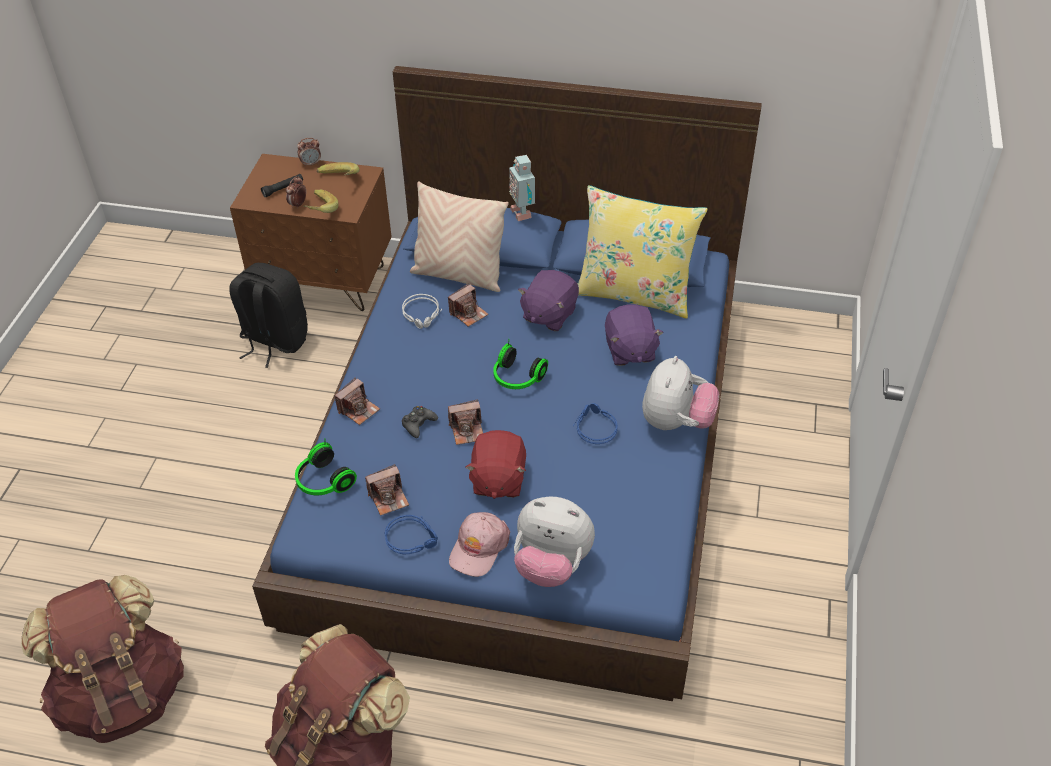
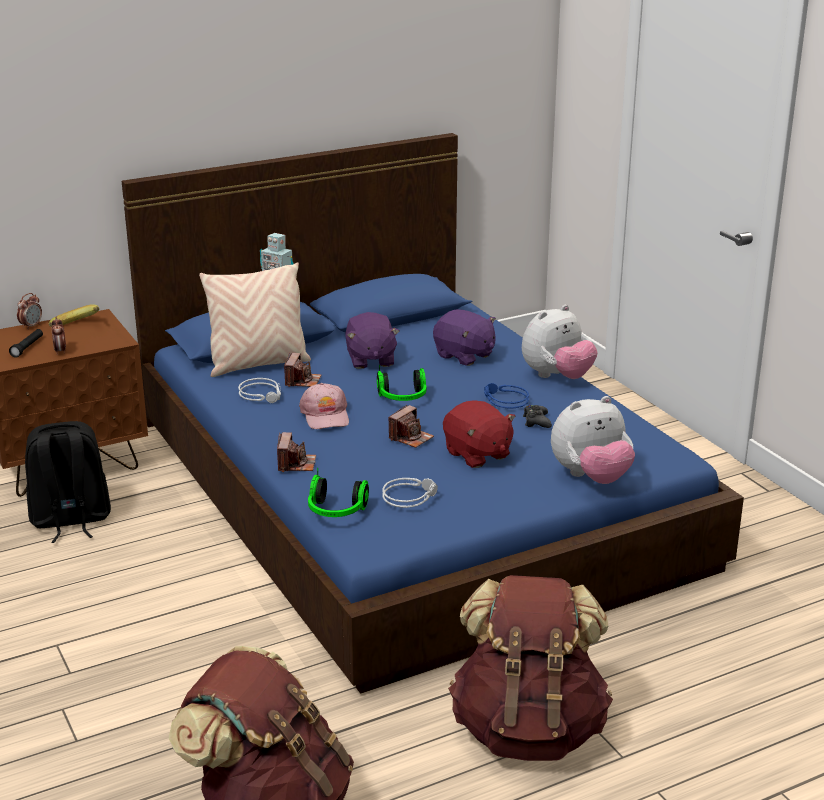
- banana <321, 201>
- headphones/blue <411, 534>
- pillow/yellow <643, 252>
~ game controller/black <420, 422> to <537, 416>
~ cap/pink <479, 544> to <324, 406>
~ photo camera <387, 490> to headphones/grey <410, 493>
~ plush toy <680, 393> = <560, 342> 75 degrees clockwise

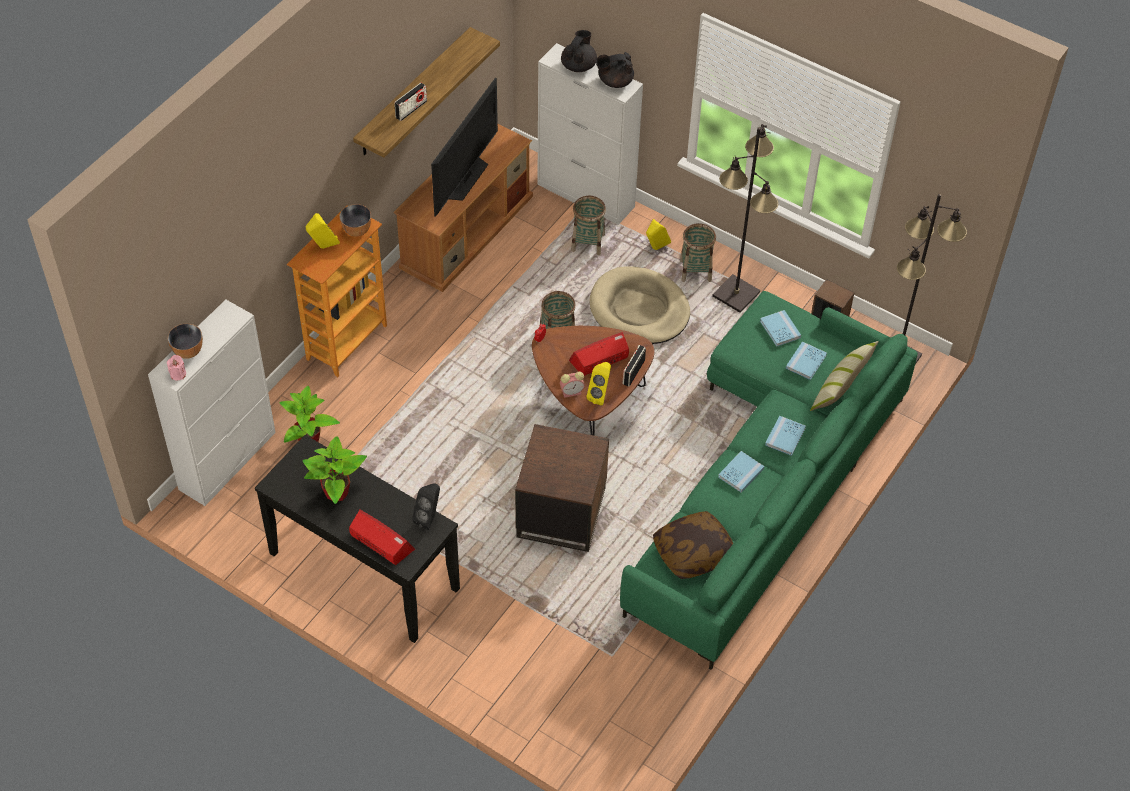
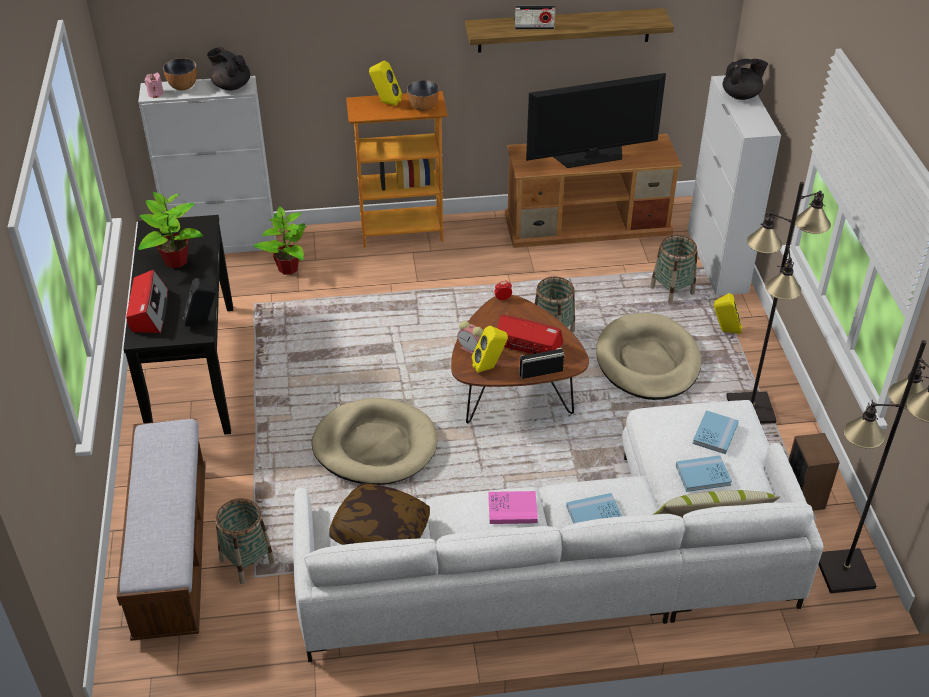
+ bench <161, 530>
~ teapot/black <615, 70> to <228, 68>
~ basket <698, 252> to <245, 541>
~ side table/brown <562, 488> to dog bed/beige <374, 441>
~ sofa/green <769, 480> to sofa/white <558, 531>
~ book/blue <741, 472> to book/pink <513, 507>

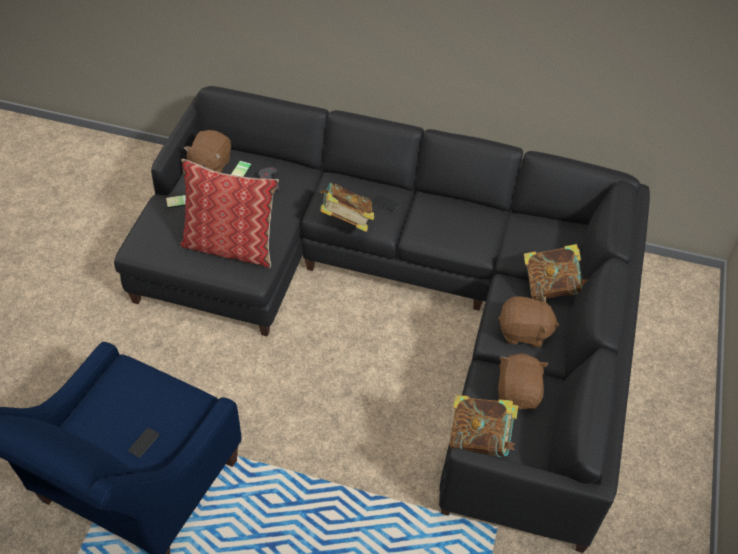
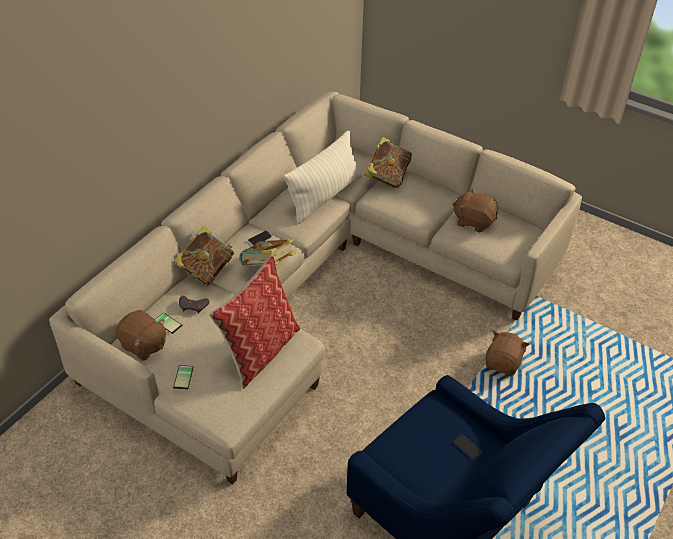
+ pillow/beige <322, 177>
~ book <483, 426> to <204, 256>
~ plush toy/brown <528, 321> to <508, 353>
~ sofa/black <382, 319> to sofa/beige <315, 288>

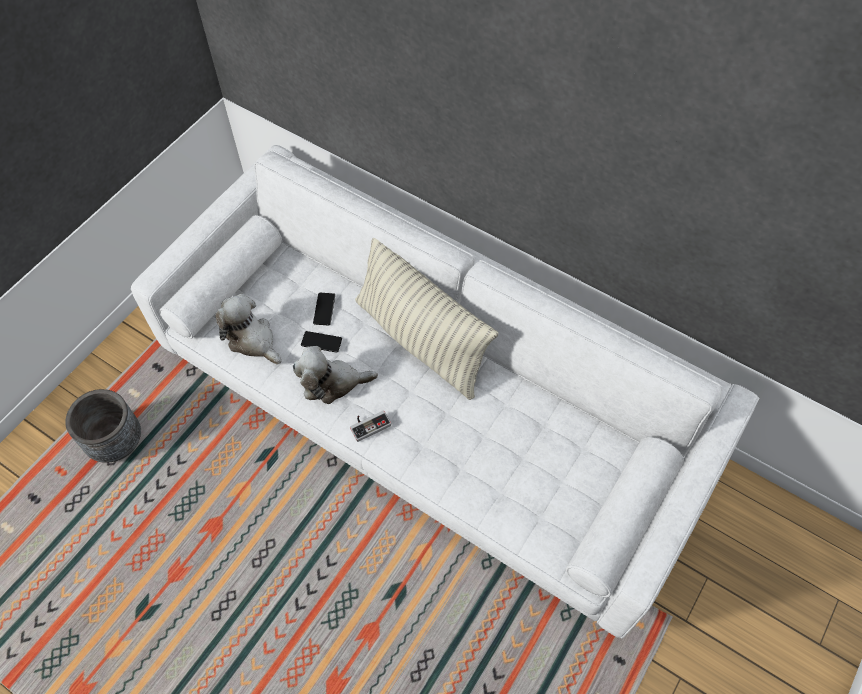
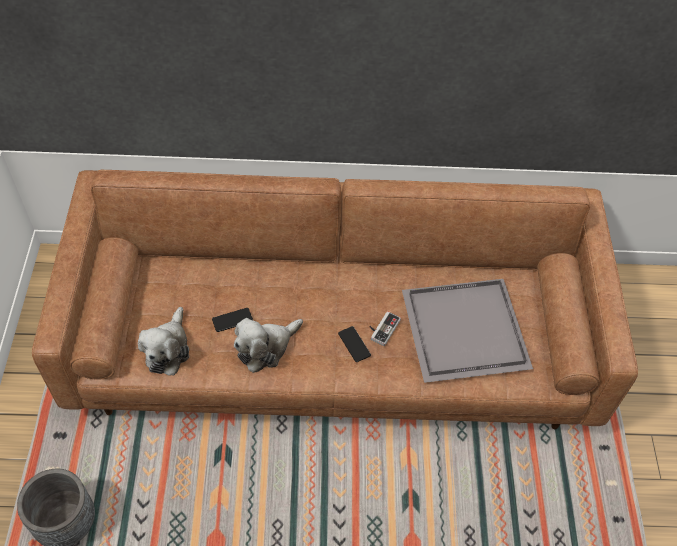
- pillow <426, 319>
+ tray/grey <467, 331>
~ phone <324, 309> to <354, 344>
~ game controller <370, 426> to <385, 328>
~ sofa/white <445, 392> to sofa/brown <335, 299>
~ plush toy <248, 329> = <163, 341> 90 degrees counterclockwise

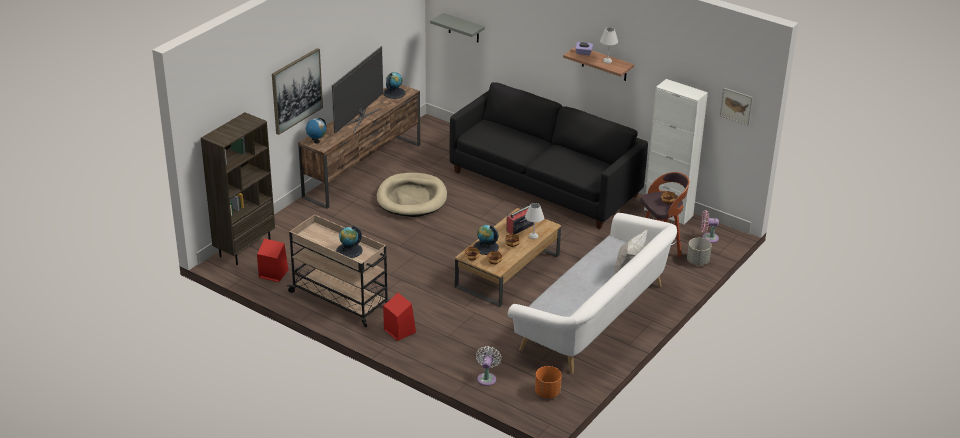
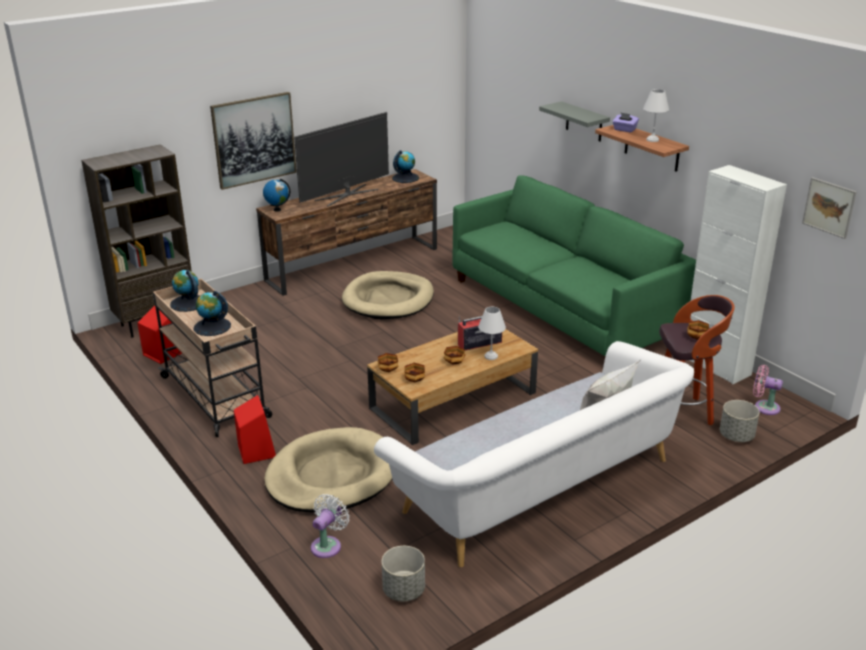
+ dog bed/beige <328, 470>
~ shelf/grey <457, 27> to <574, 121>
~ globe <486, 240> to <185, 291>
~ sofa/black <548, 155> to sofa/green <574, 267>
~ planter/orange <548, 382> to planter/grey <403, 573>

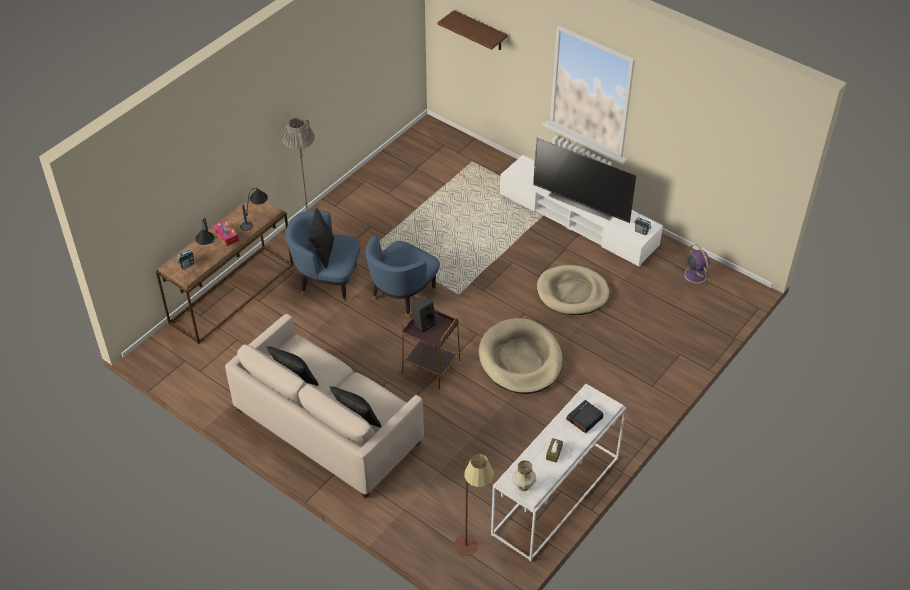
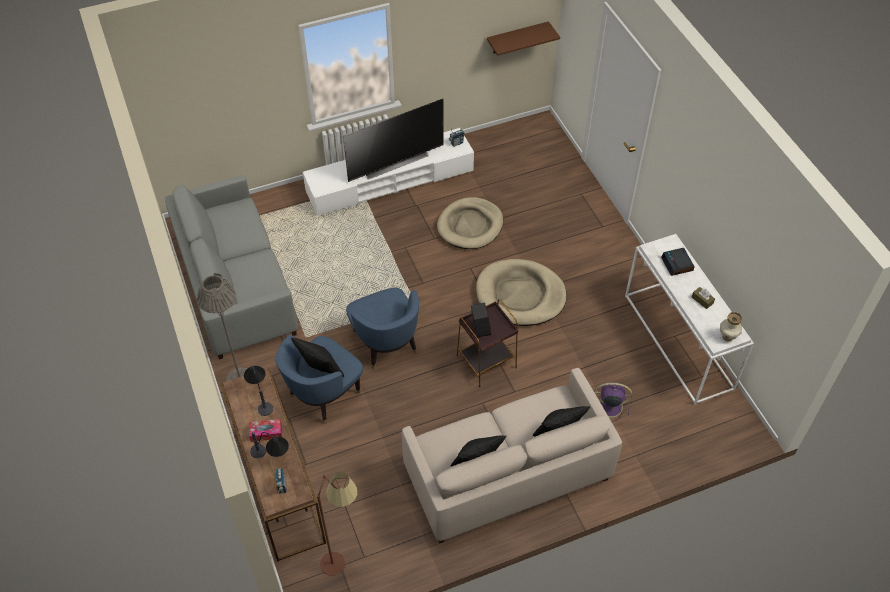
+ sofa/grey <231, 267>
~ shelf/brown <472, 30> to <523, 38>
~ floor lamp/brown <474, 505> to <337, 524>
~ fan/purple <695, 266> to <613, 402>

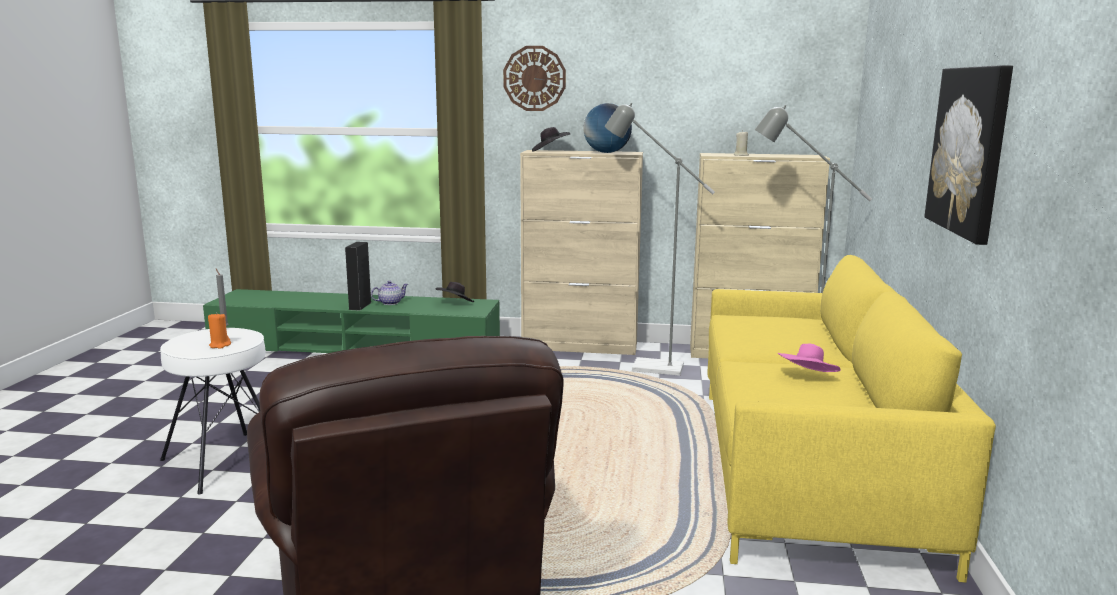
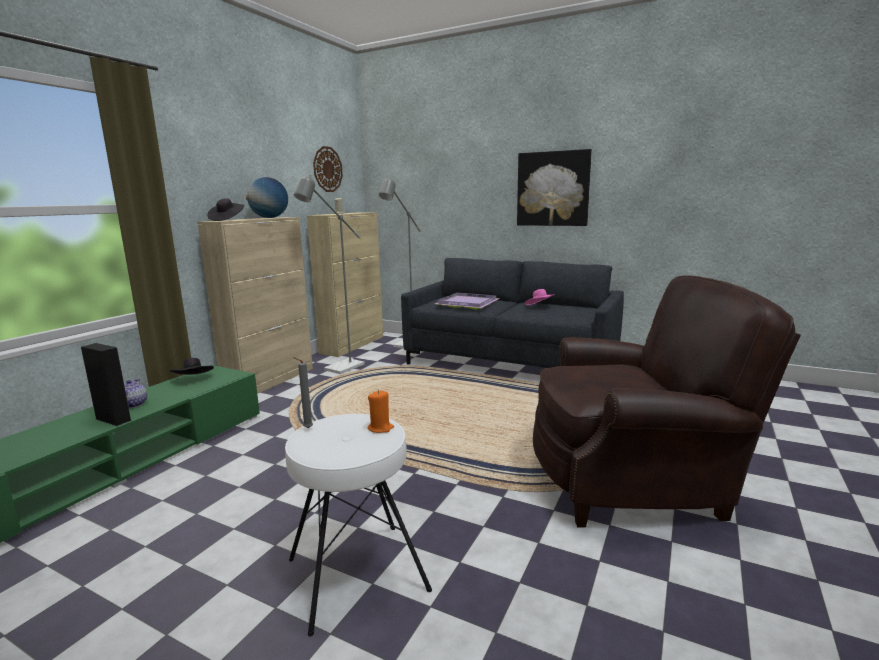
+ tray/purple <467, 301>
~ wall clock <534, 78> to <328, 169>
~ sofa/yellow <851, 419> to sofa/grey <512, 313>

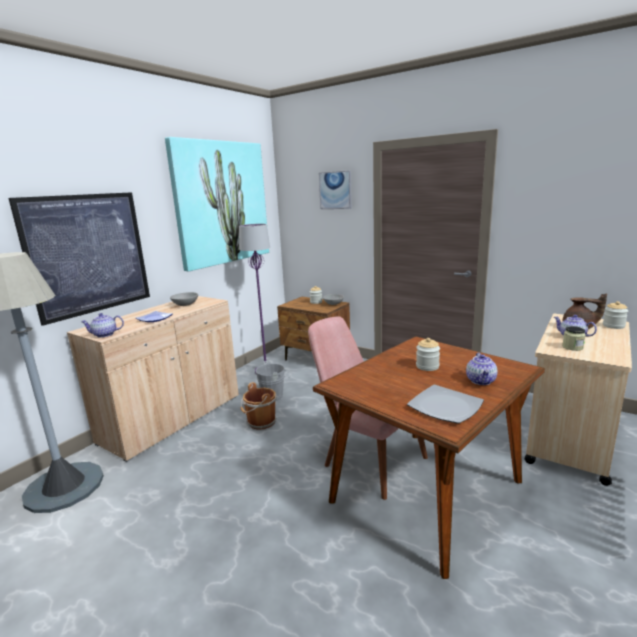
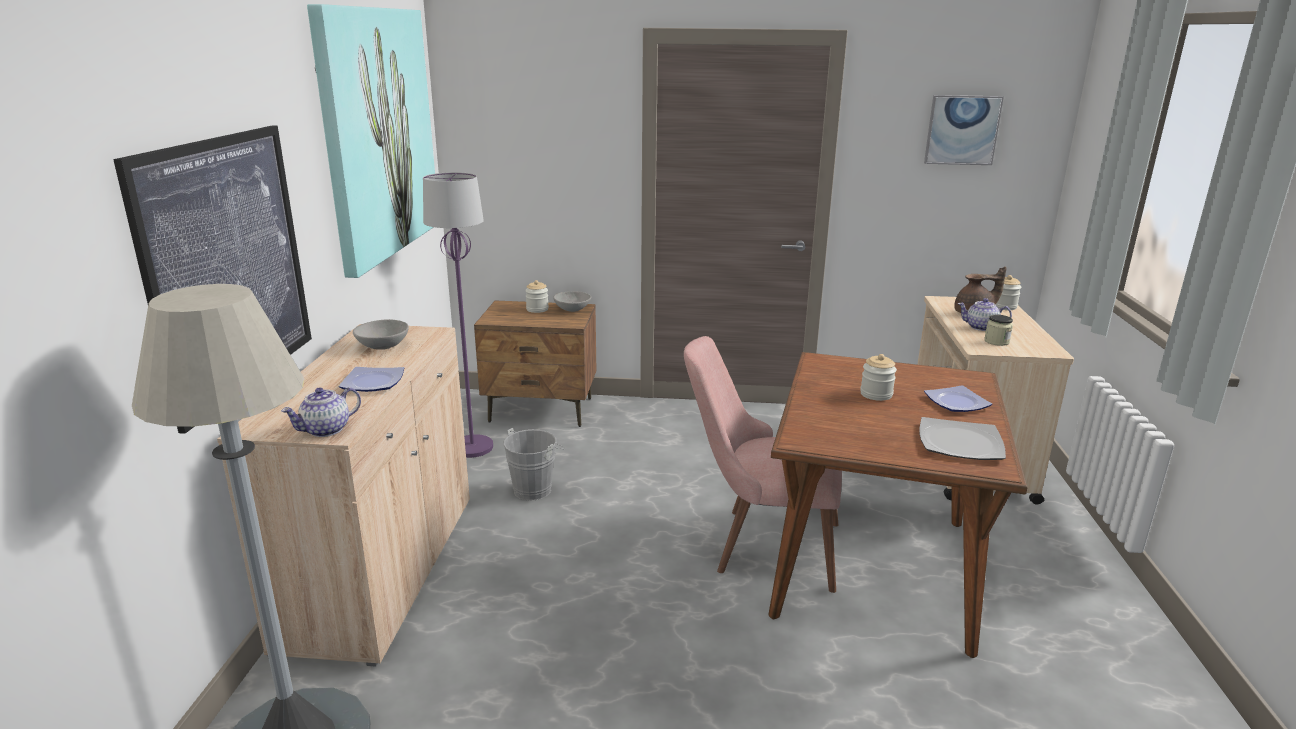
- bucket/brown <259, 406>
~ picture <335, 190> to <964, 130>
~ teapot <482, 368> to plate <958, 399>

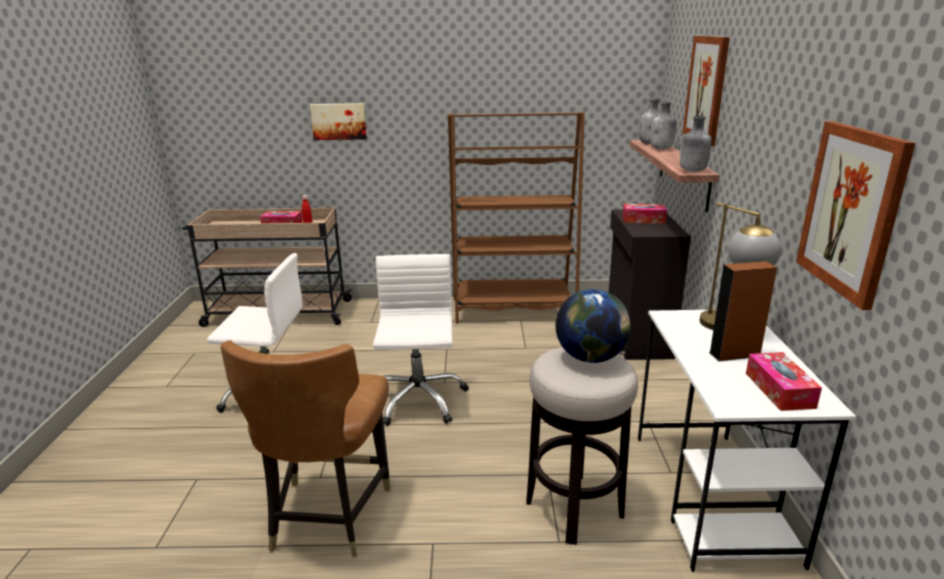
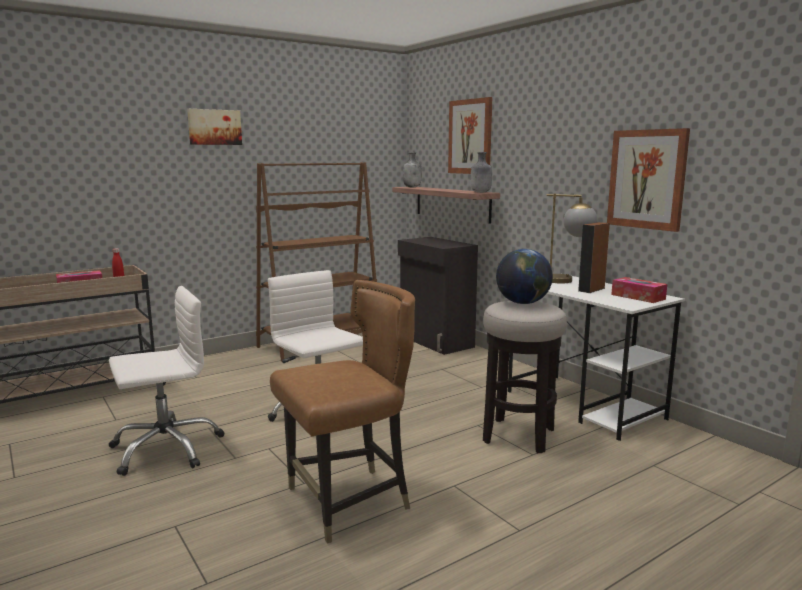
- tissue box <644, 214>
- bottle/grey <663, 125>
~ picture <338, 121> to <214, 127>
~ chair/brown <305, 448> = <342, 411> 90 degrees counterclockwise

